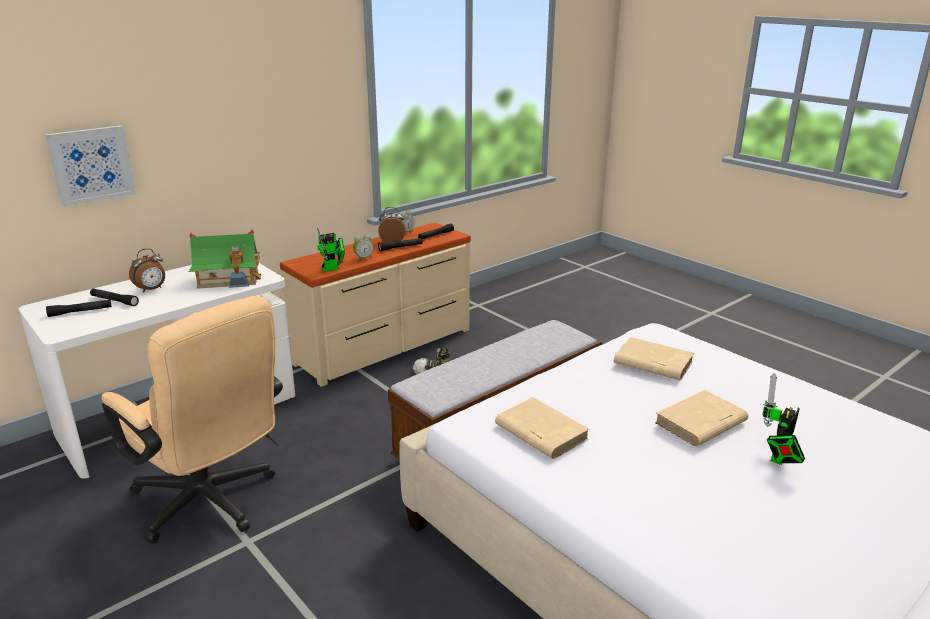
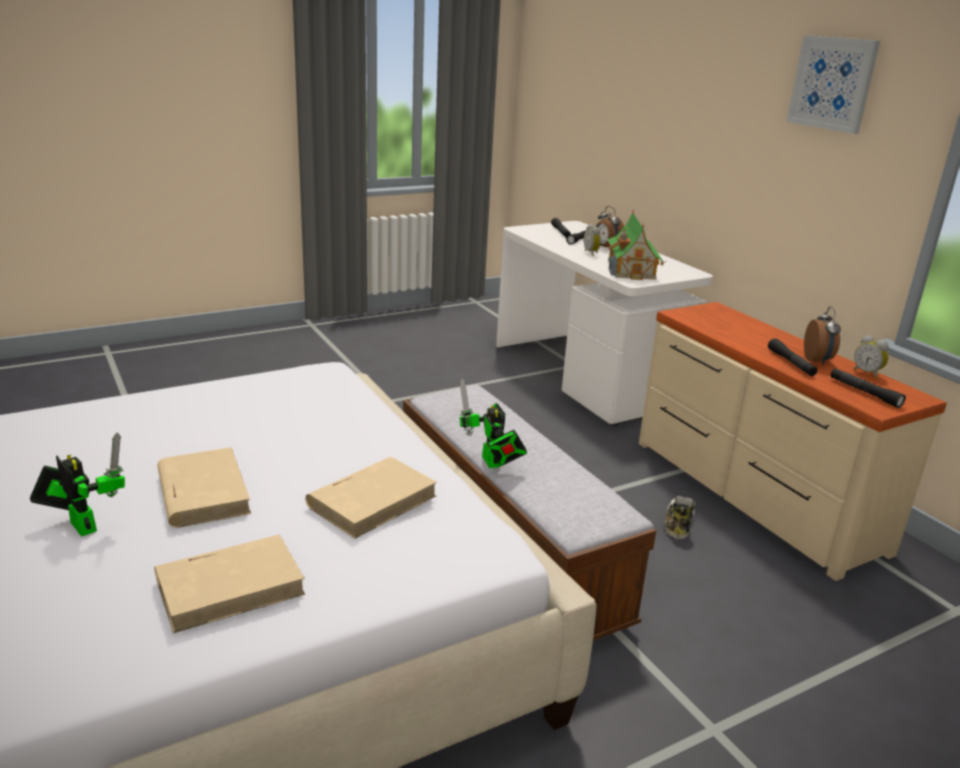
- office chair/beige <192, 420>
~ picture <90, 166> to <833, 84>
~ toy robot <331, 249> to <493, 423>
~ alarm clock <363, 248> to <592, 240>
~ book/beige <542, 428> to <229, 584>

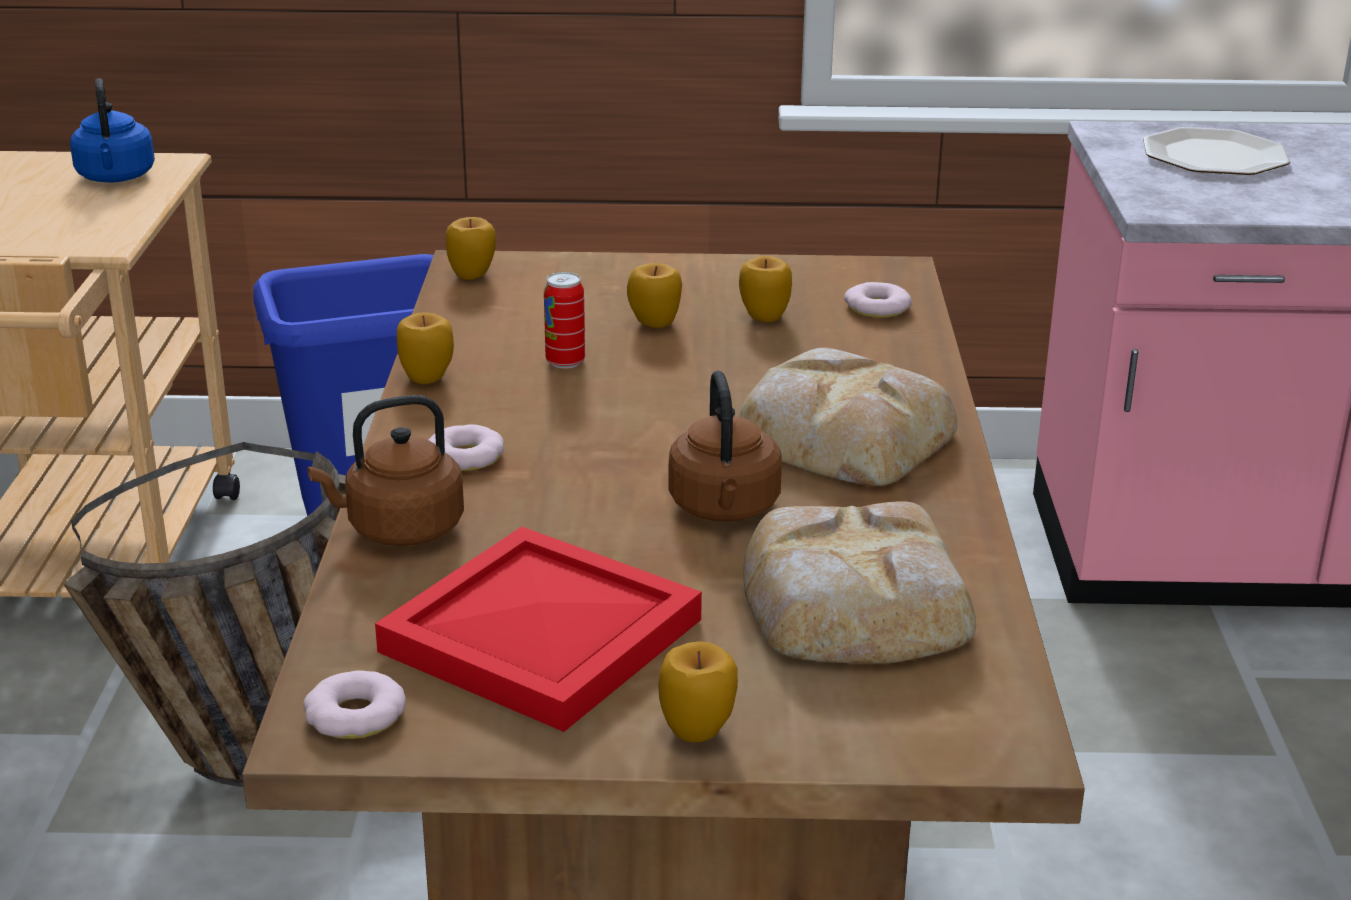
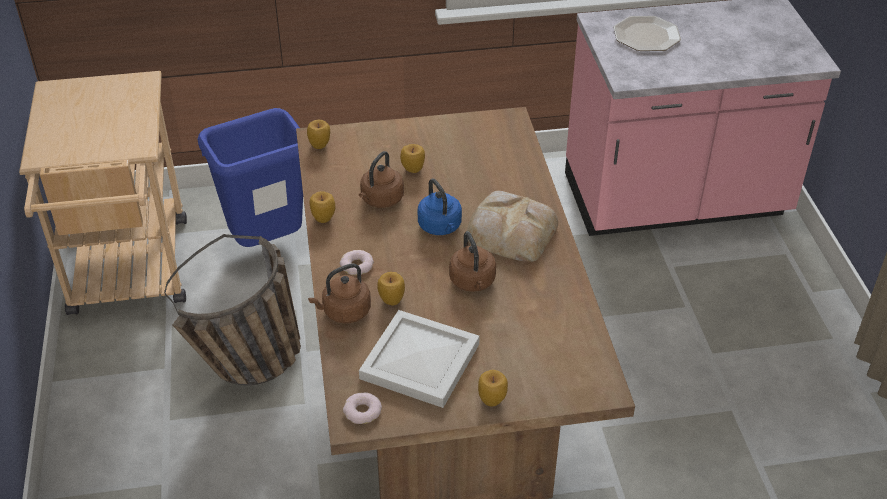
- bread <859, 582>
- donut <878, 300>
~ kettle/blue <112, 130> to <440, 206>
~ apple <765, 289> to <391, 289>
~ can <564, 320> to kettle/brown <381, 179>
~ tray/red <538, 629> to tray/white <419, 359>

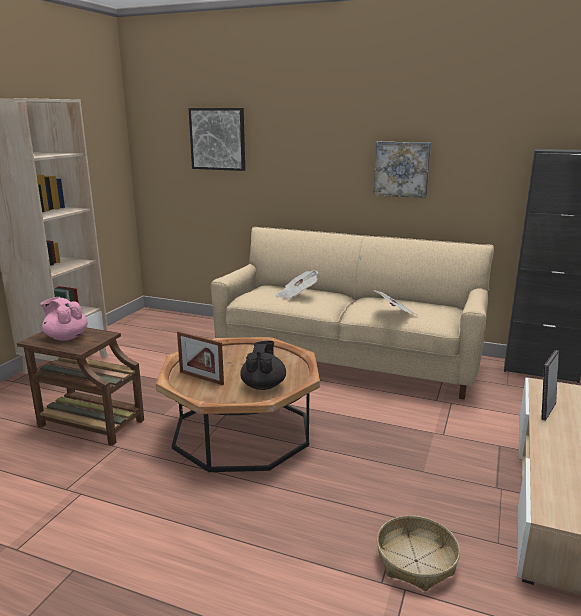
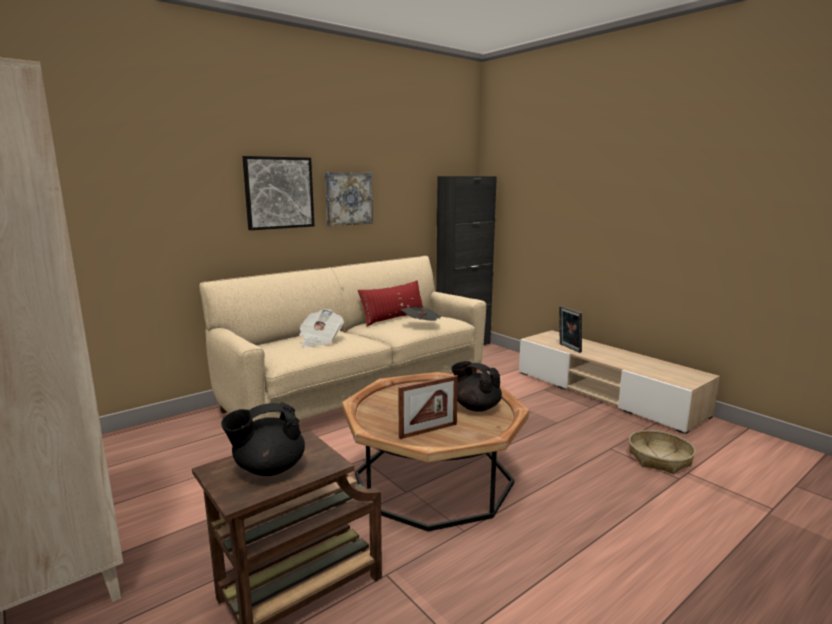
+ pillow/red <390, 303>
~ picture <216, 139> to <278, 193>
~ teapot/pink <64, 319> to teapot/black <263, 439>

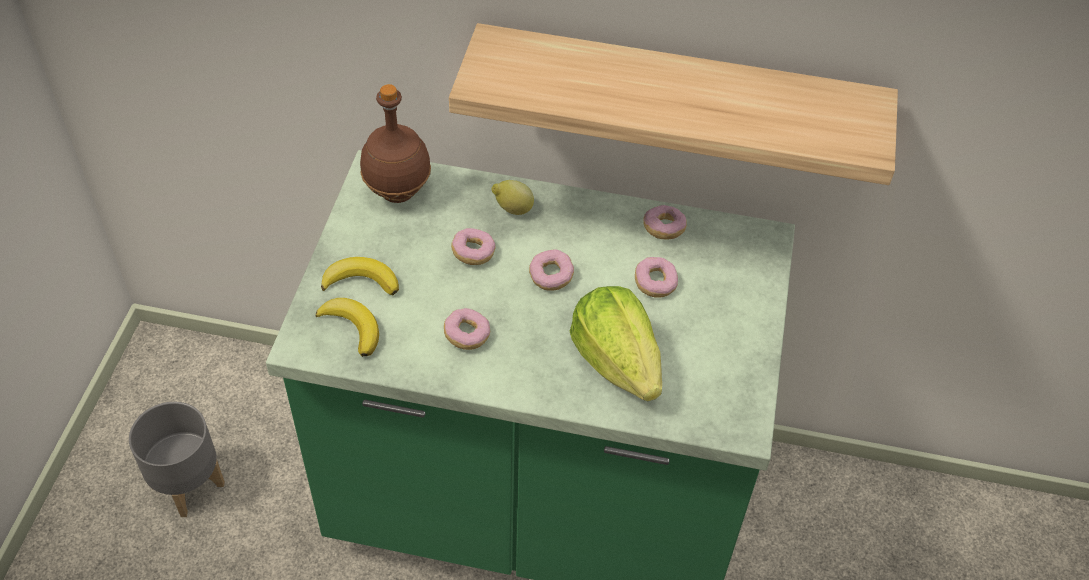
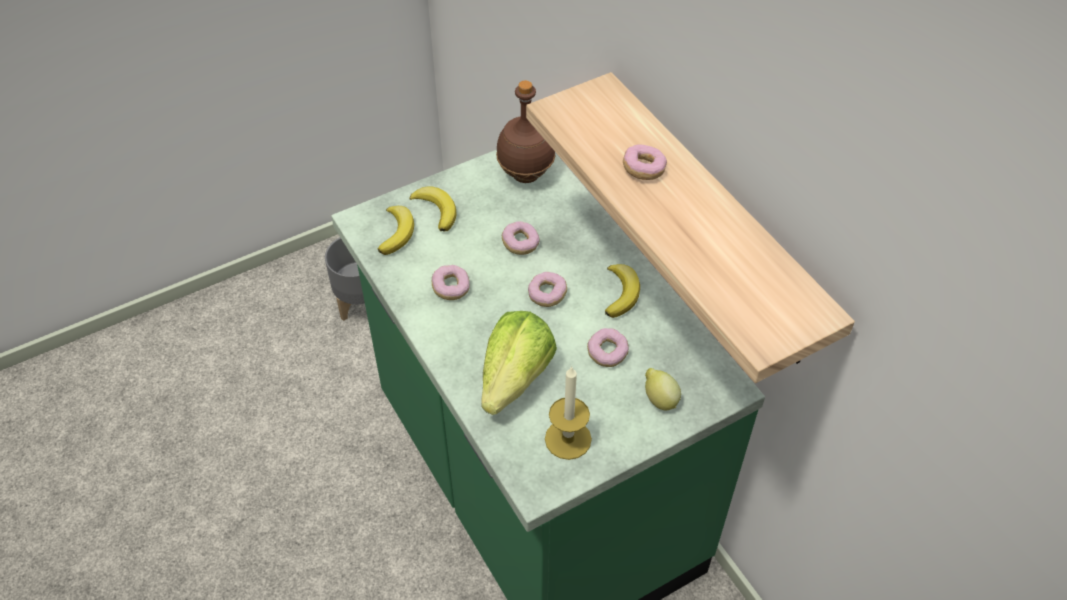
+ candle <568, 413>
+ banana <622, 291>
~ lemon <512, 197> to <663, 389>
~ donut <665, 222> to <645, 162>

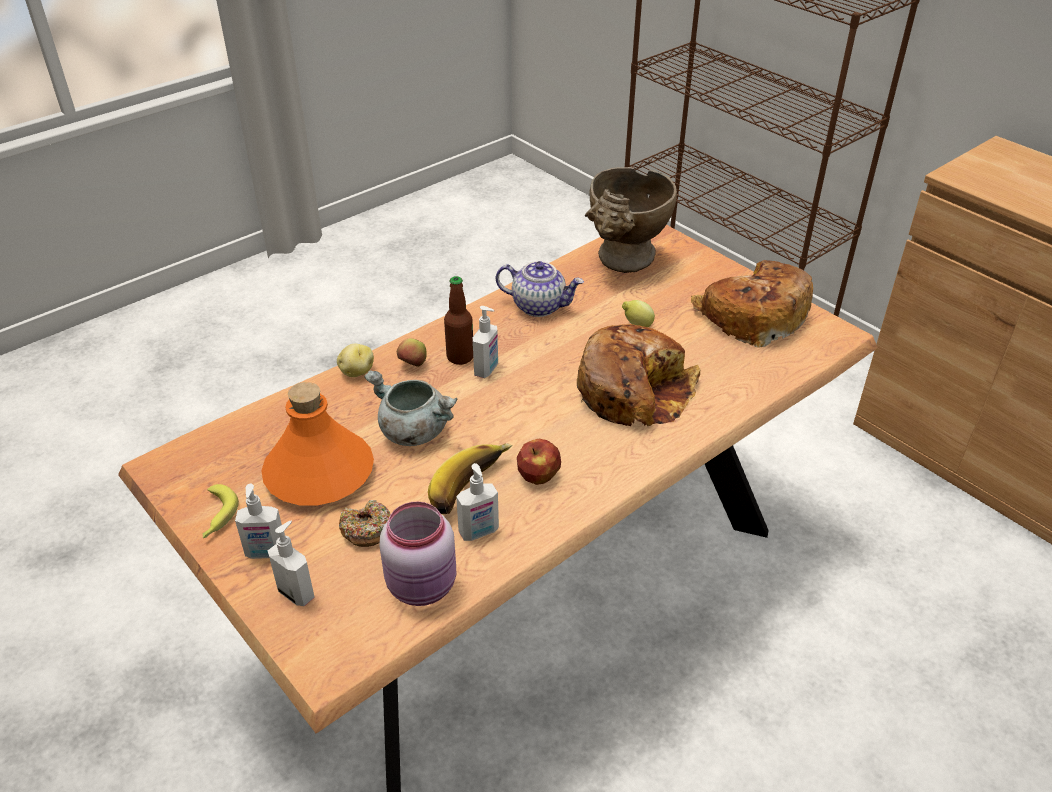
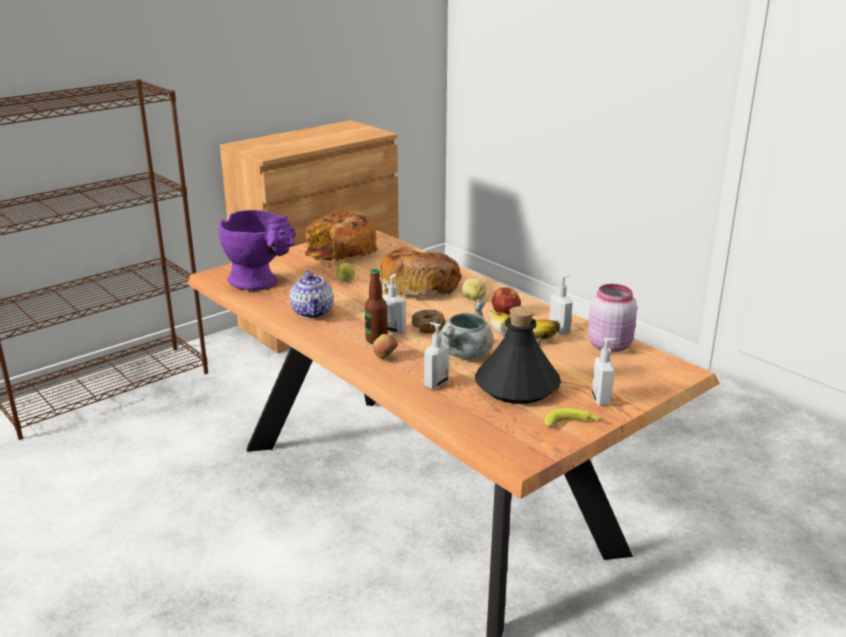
~ soap dispenser <291, 563> to <436, 355>
~ potato <355, 360> to <474, 289>
~ donut <365, 523> to <428, 321>
~ bottle/orange <317, 443> to bottle/black <518, 355>
~ vase/beige <631, 220> to vase/purple <257, 250>
~ teapot <540, 289> = <311, 294> 150 degrees clockwise

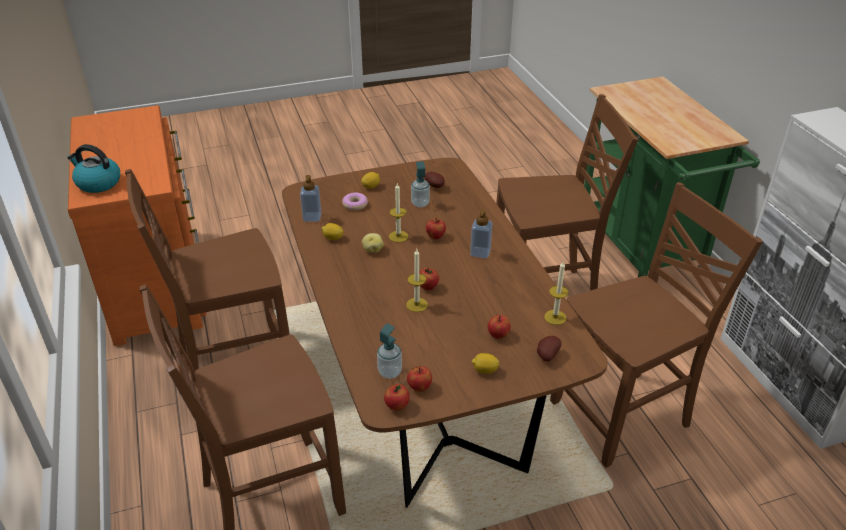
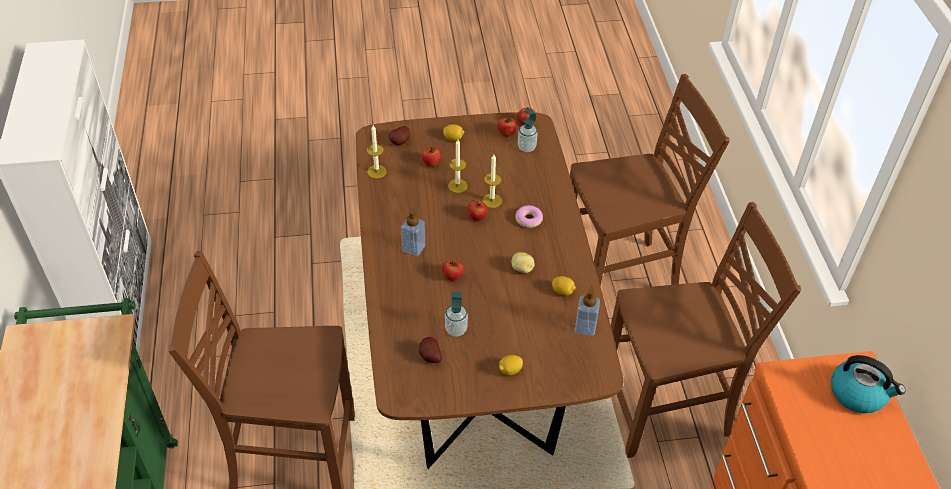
- chair/brown <656, 325>
~ donut <355, 202> to <529, 216>
~ candle <398, 213> to <458, 166>

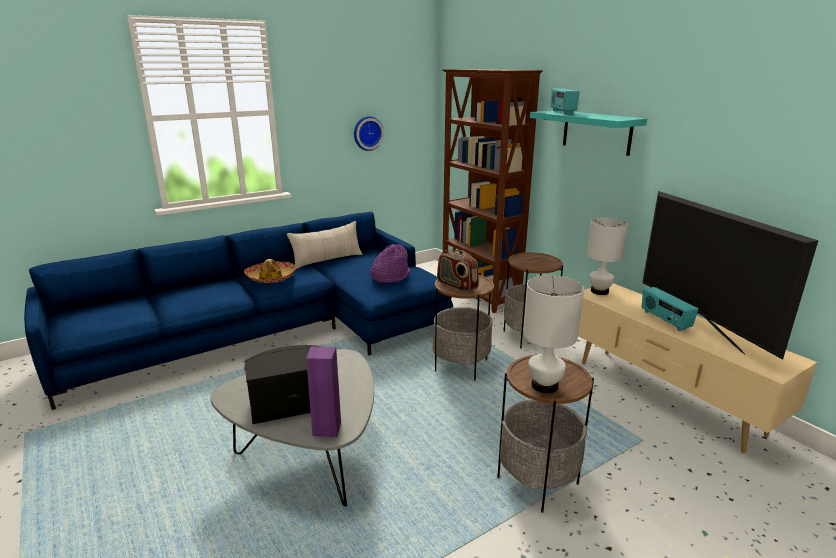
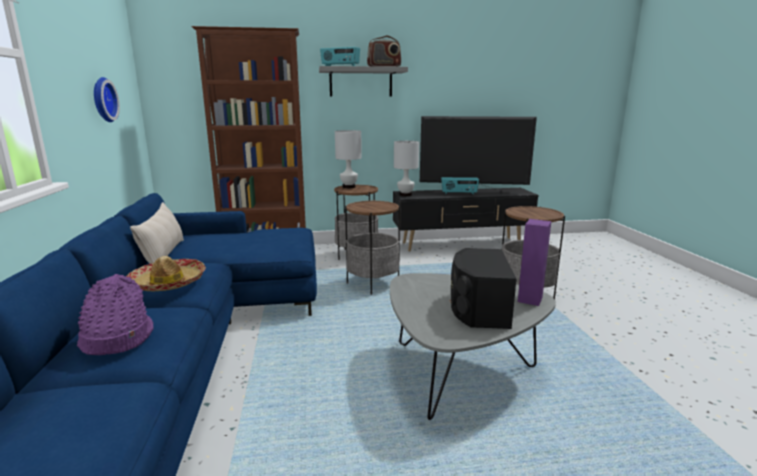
~ hat/purple <390, 263> to <115, 314>
~ radio <458, 271> to <384, 51>
~ table lamp/white <553, 334> to <348, 159>
~ shelf/turquoise <588, 133> to shelf/grey <363, 81>
~ tv stand/beige <697, 368> to tv stand/black <466, 219>

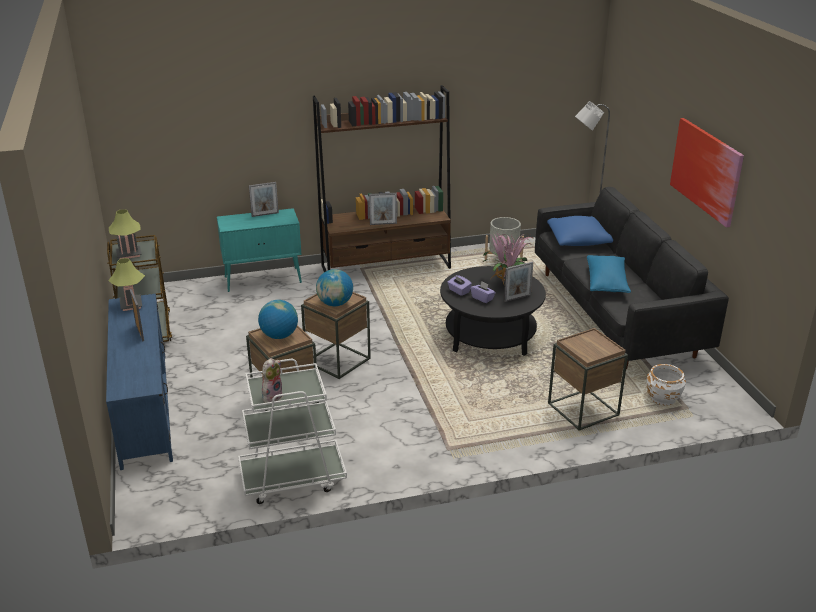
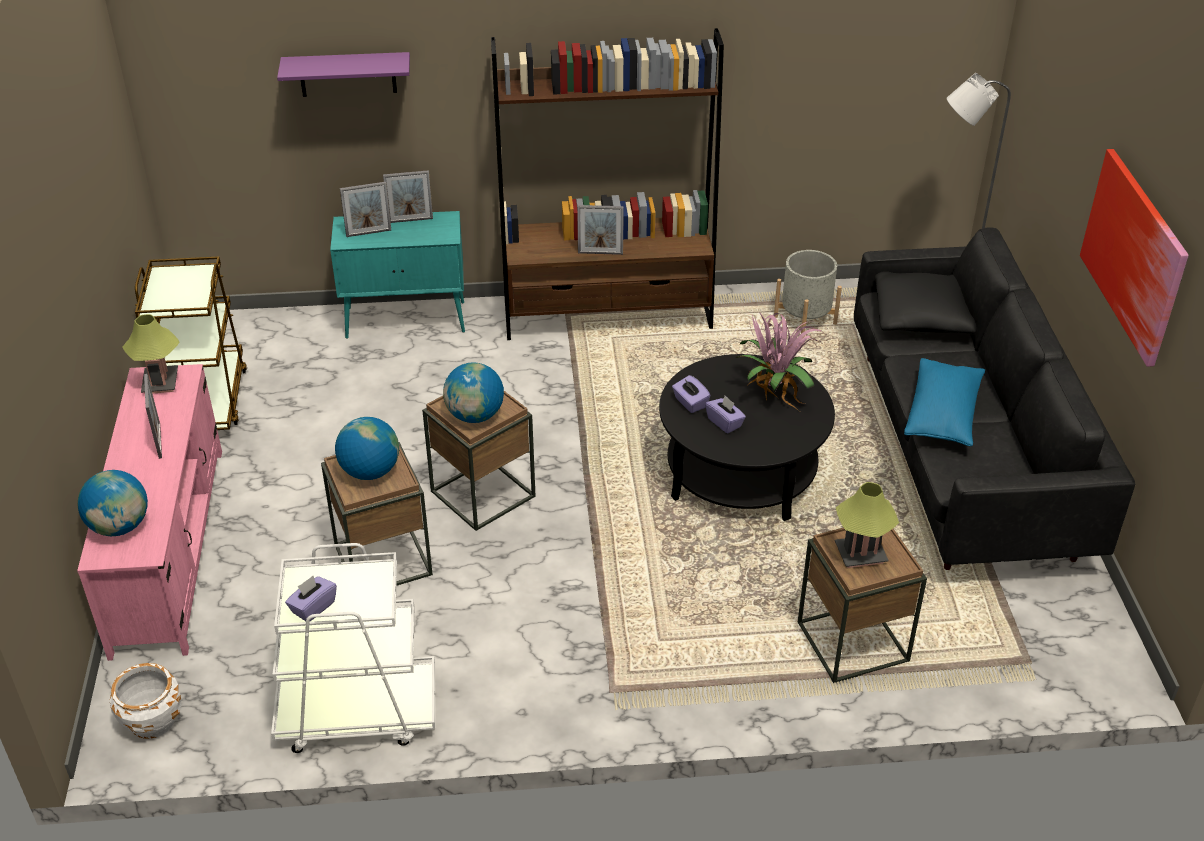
+ globe <113, 503>
+ shelf/purple <343, 74>
~ table lamp <125, 234> to <867, 525>
~ picture frame <518, 282> to <365, 209>
~ planter/white <666, 384> to <146, 701>
~ plush toy <272, 380> to tissue box/purple <311, 598>
~ tv stand/blue <139, 382> to tv stand/pink <149, 512>
~ pillow/blue <580, 231> to pillow/black <925, 302>

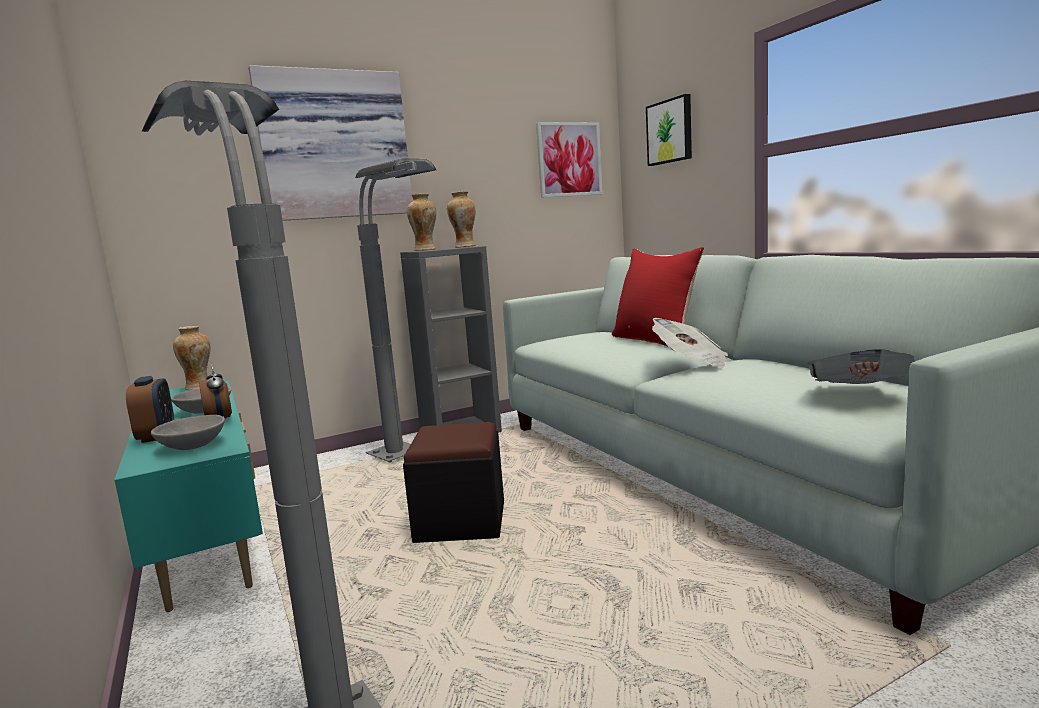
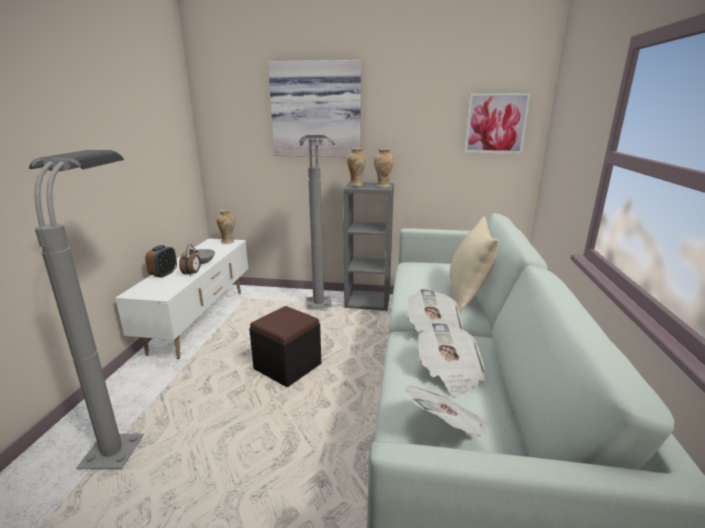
- bowl/grey <188, 432>
- picture <669, 130>
+ newspaper <452, 359>
~ tv stand/turquoise <188, 496> to tv stand/white <181, 298>
~ pillow/red <658, 297> to pillow/beige <474, 265>

